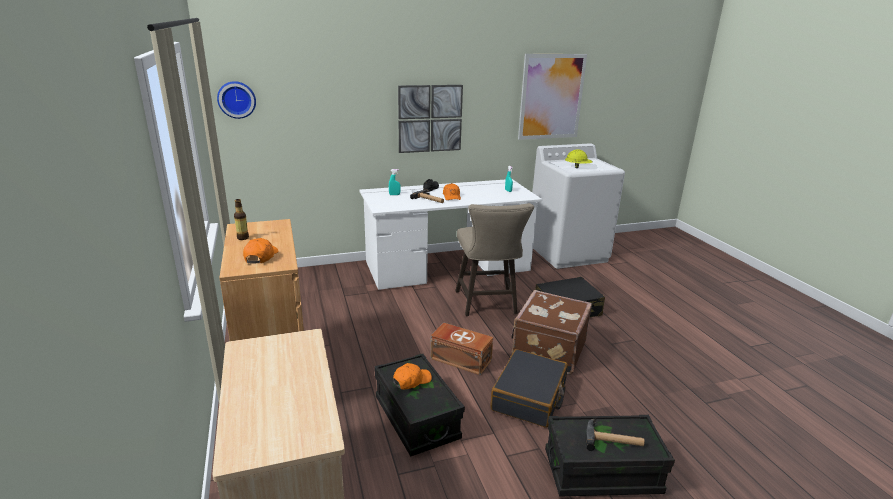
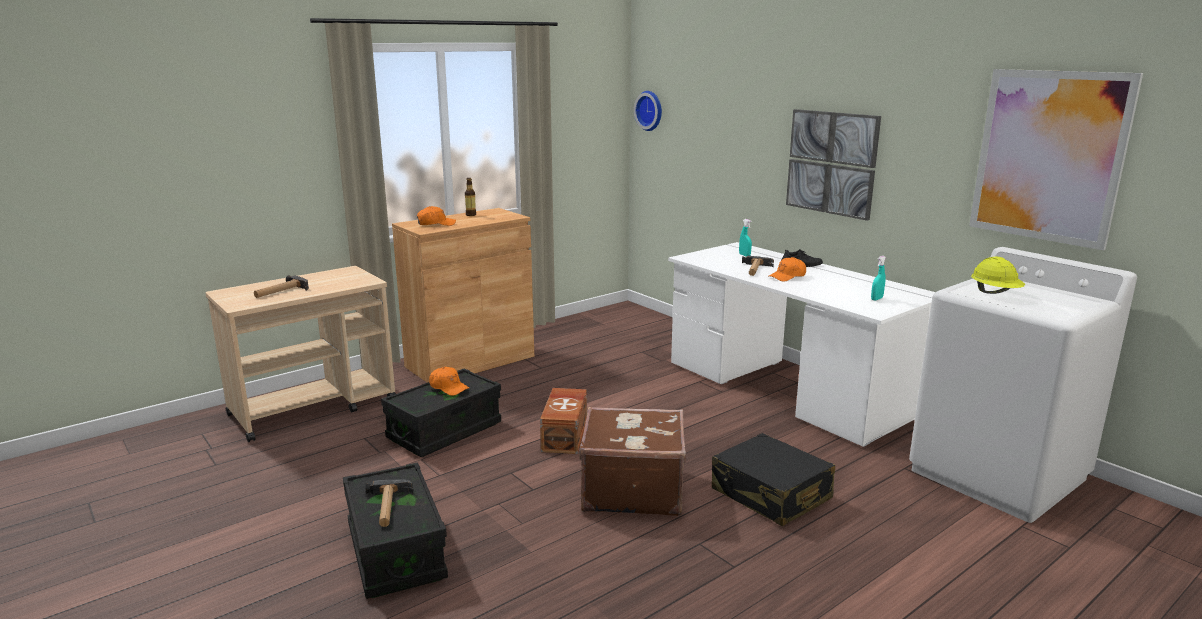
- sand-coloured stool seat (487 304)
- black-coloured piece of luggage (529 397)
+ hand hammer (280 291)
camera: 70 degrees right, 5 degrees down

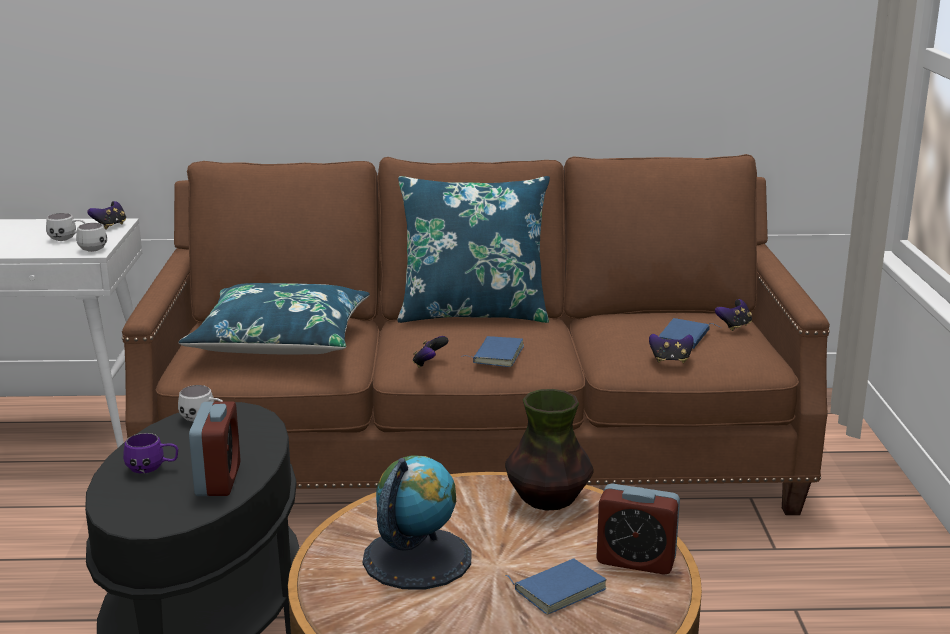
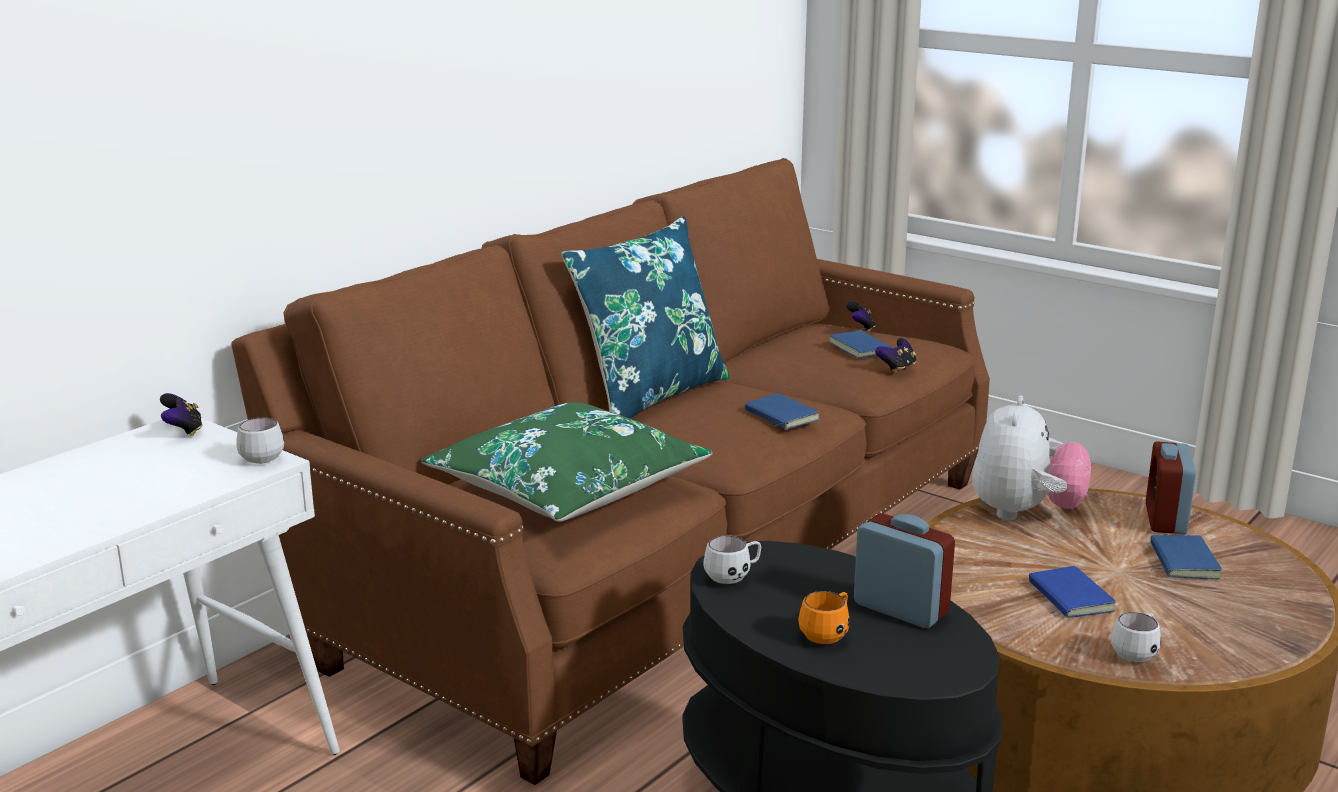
- gamepad (429 364)
~ white-coloured tea mug (67 239) to (1137 652)
~ world globe (417 558) to blue bound book (1067 597)
~ decorative vase (548 500) to cuddly toy (1024 513)
~ purple-coloured tea mug (152 469) to orange tea mug (828 634)
~ blue throw pillow (280 340) to green throw pillow (568 487)
~ bedside clock (636 561) = (1165 519) 135 degrees clockwise
camera: 50 degrees left, 0 degrees up

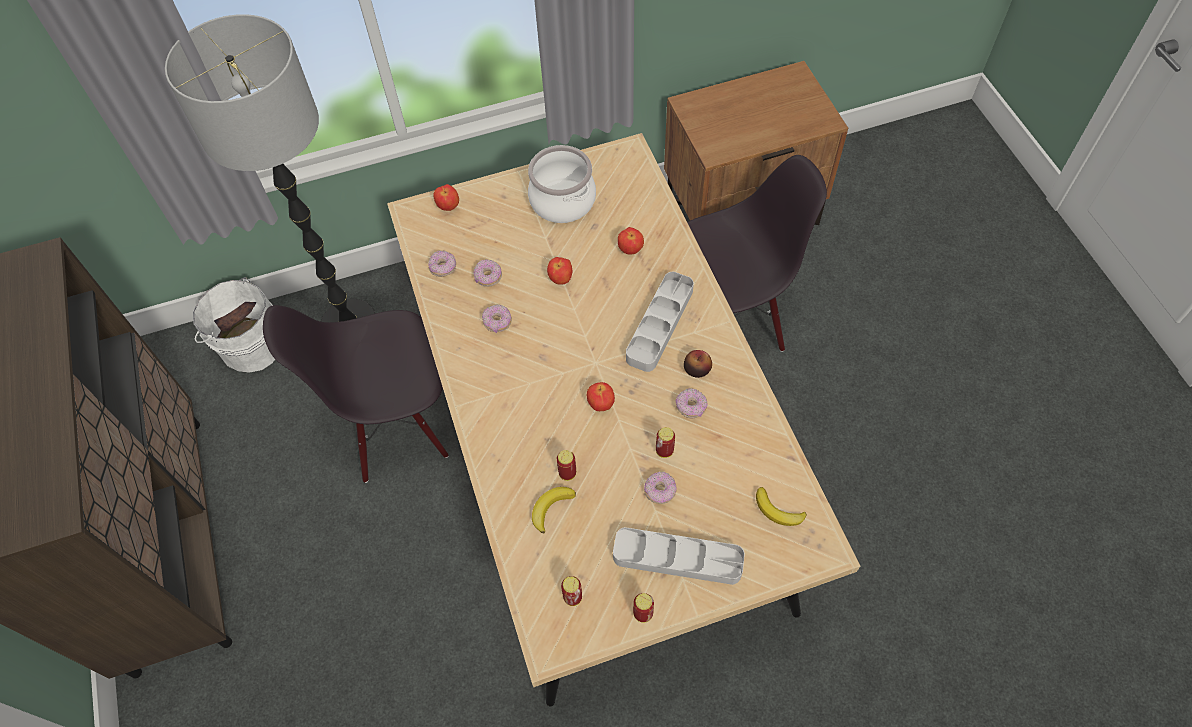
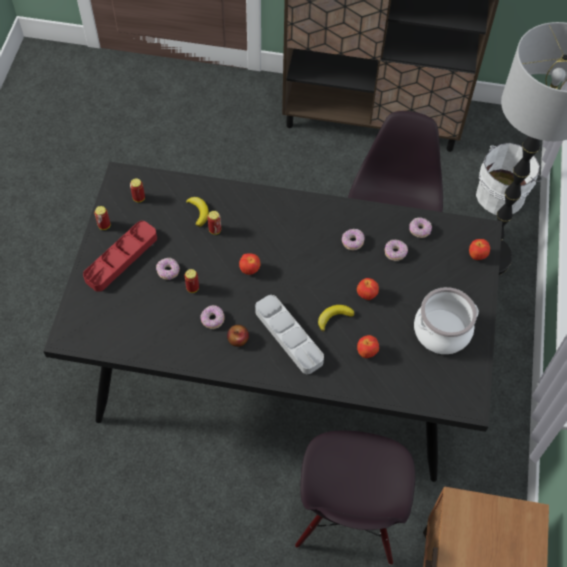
~ whole banana (778 511) to (334 317)
~ sand-coloured dinner table (603 463) to black-coloured dinner table (279 362)
~ greyish serving tray (677 558) to red-coloured serving tray (121 258)
camera: 115 degrees right, 0 degrees up

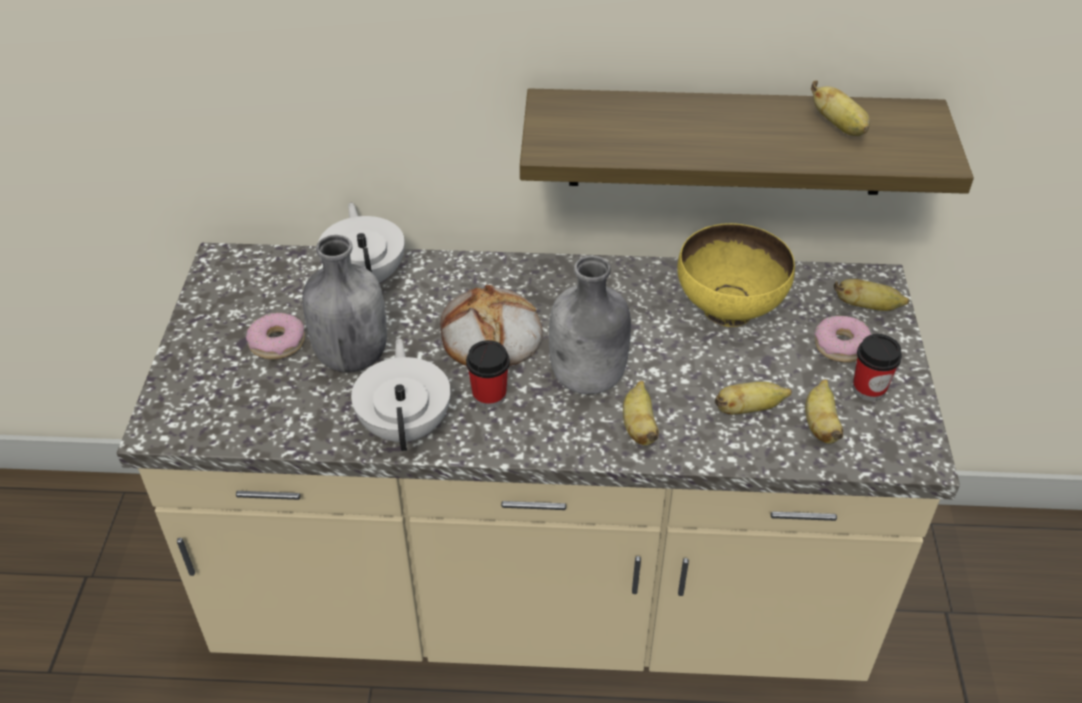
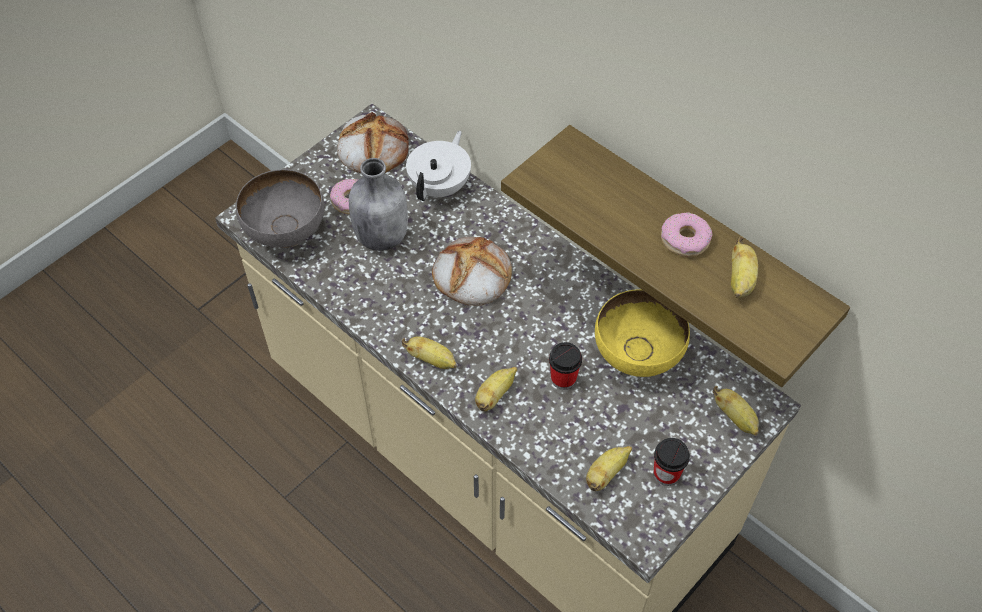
- white-coloured pot for tea (406 425)
- greyish bottle (589 378)
+ greyish serving bowl (286 234)
+ bakery bread (372 147)
~ small cup (489 395) to (563 379)
~ whole banana (748 409) to (432 360)
~ ring doughnut (841 346) to (685 240)
camera: 40 degrees right, 10 degrees up

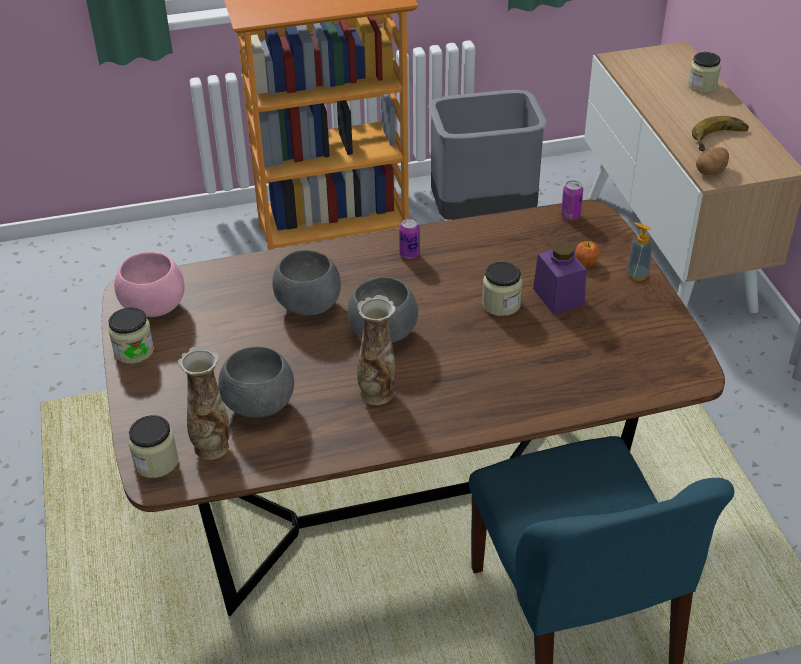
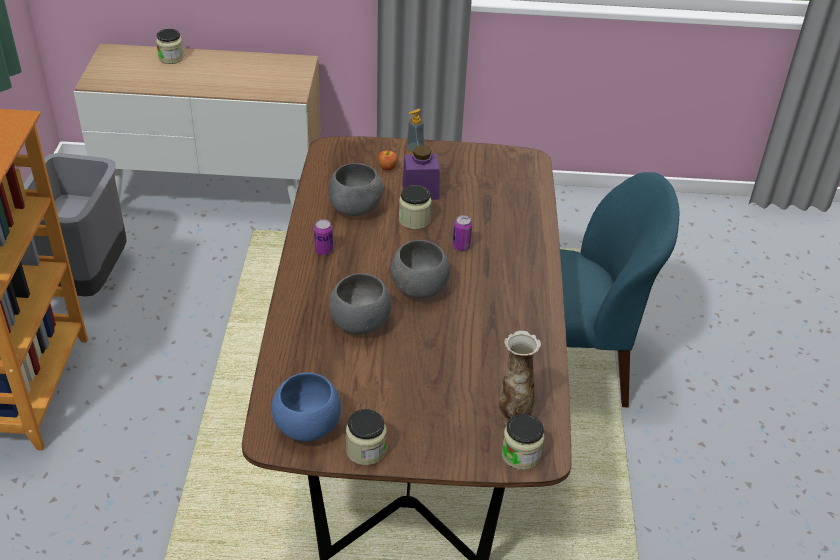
- decorative vase (377 393)
- whole banana (721 139)
- whole potato (711 171)
~ greyish serving bowl (259 406) to (356 209)
~ metal can (570 215) to (461 246)
~ pink serving bowl (154 307) to blue serving bowl (307 426)
camera: 75 degrees left, 0 degrees up

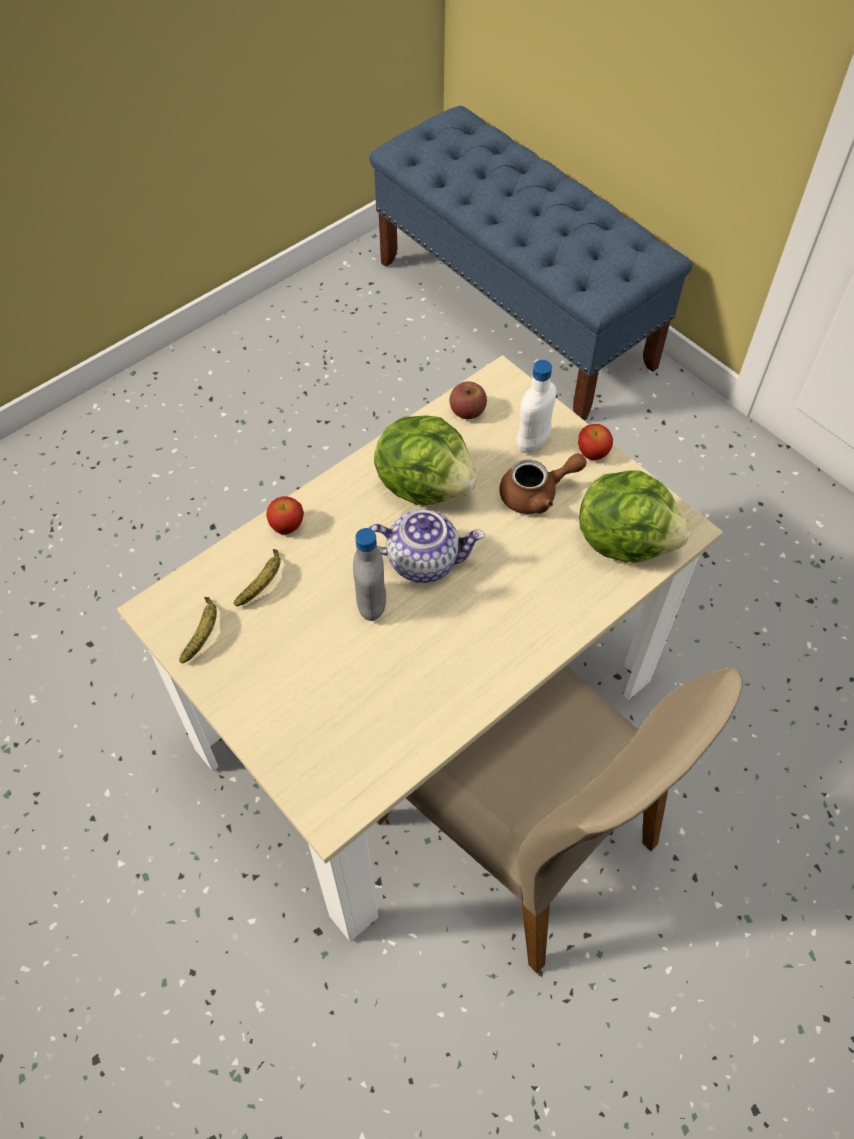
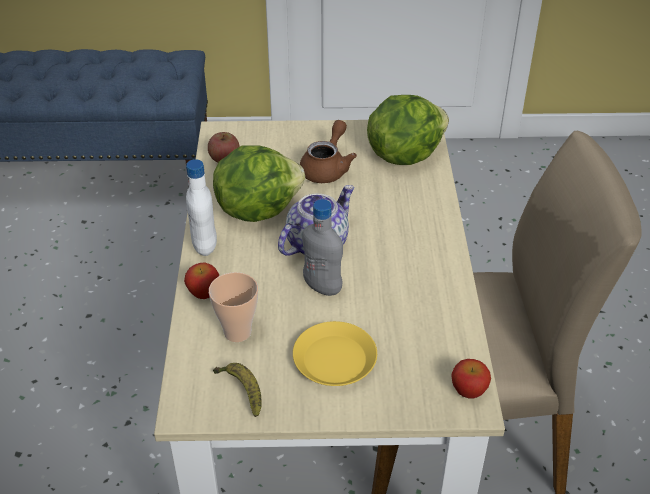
+ yellowish dinner plate (334 359)
~ white-coloured bottle (533 442) to (205 246)
~ apple fruit (592 453) to (468 390)
~ whole banana (263 582) to small cup (237 332)
camera: 50 degrees left, 15 degrees down

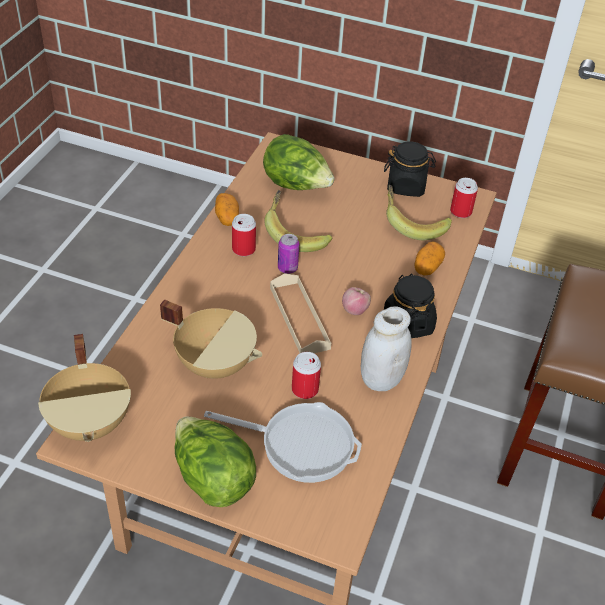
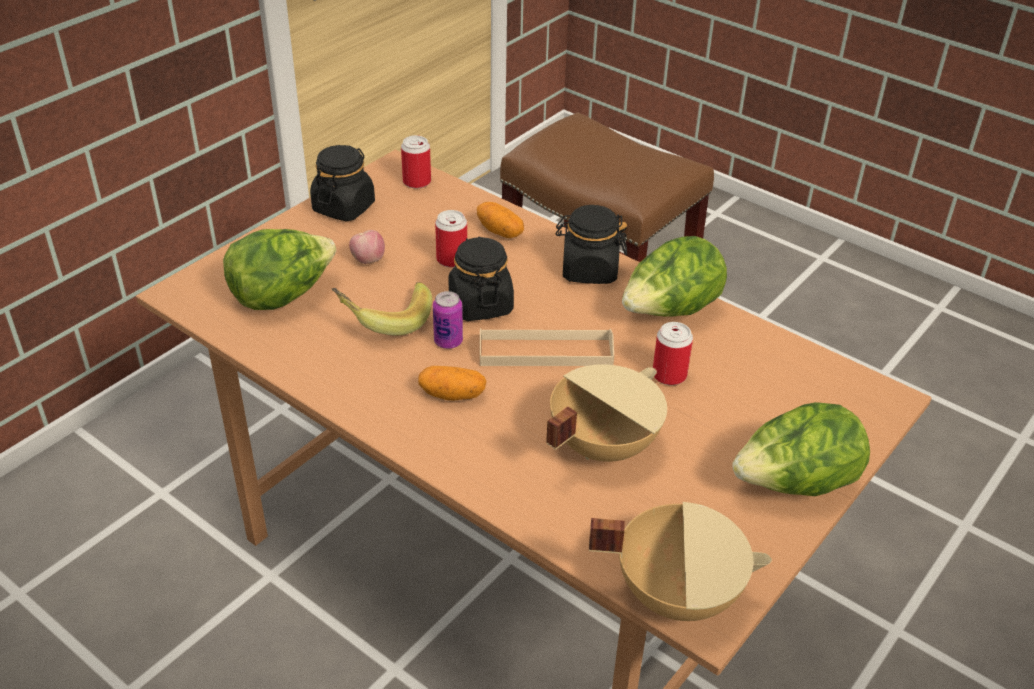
- frying pan (300 444)
- whole banana (413 224)
+ black-coloured storage jar (480 304)
~ whole potato (227 217) to (452 394)
~ metal can (243 249) to (452 259)
~ apple fruit (355 310) to (368 260)
~ white-coloured storage jar (381 379) to head of lettuce (670 312)
camera: 70 degrees left, 5 degrees down

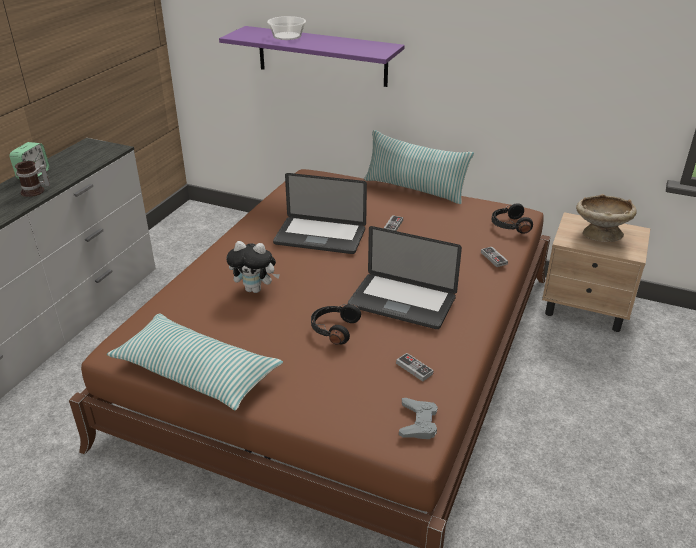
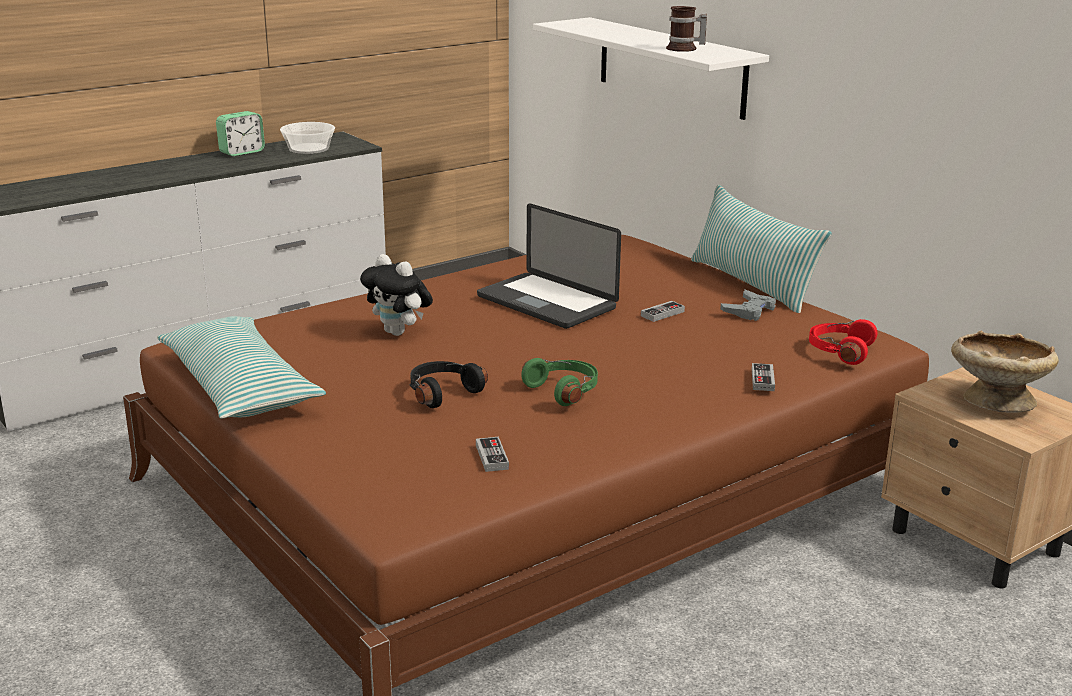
~ tea mug (35 191) to (684 49)
~ serving bowl (287 36) to (308 149)
~ greyish gamepad (418 422) to (749 311)
~ laptop (402 302) to green headset (564 390)
~ purple-coloured shelf (322 56) to white-coloured shelf (671 67)
~ black-coloured headset (509 225) to red-coloured headset (839 351)
camera: 30 degrees right, 10 degrees down

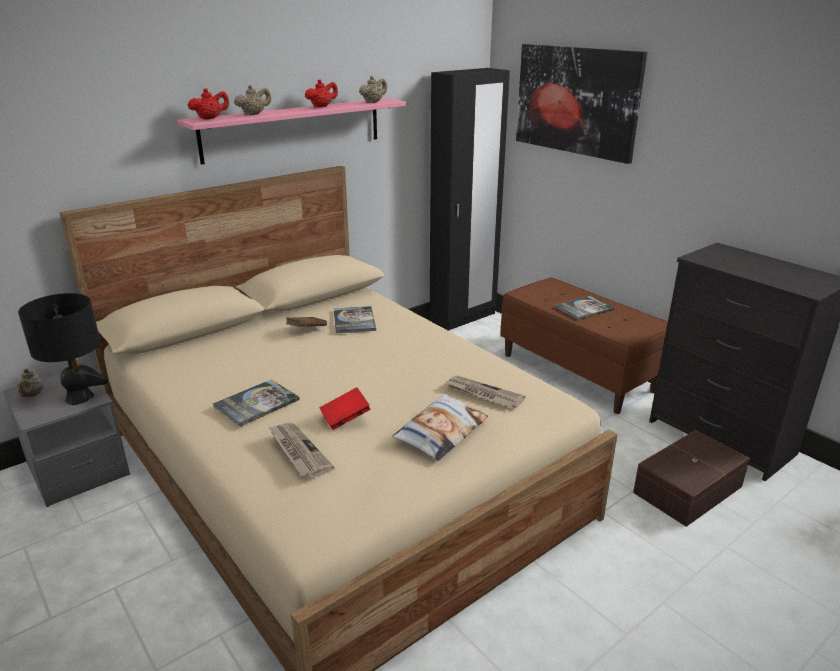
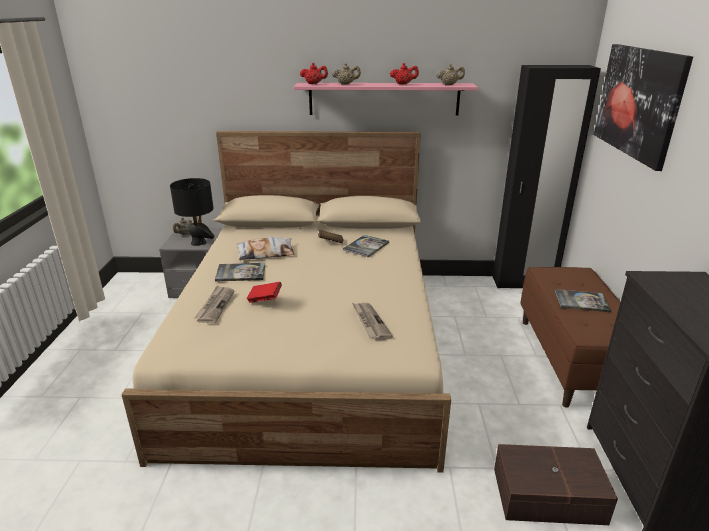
~ throw pillow (441 432) to (266 253)
camera: 40 degrees right, 0 degrees up

